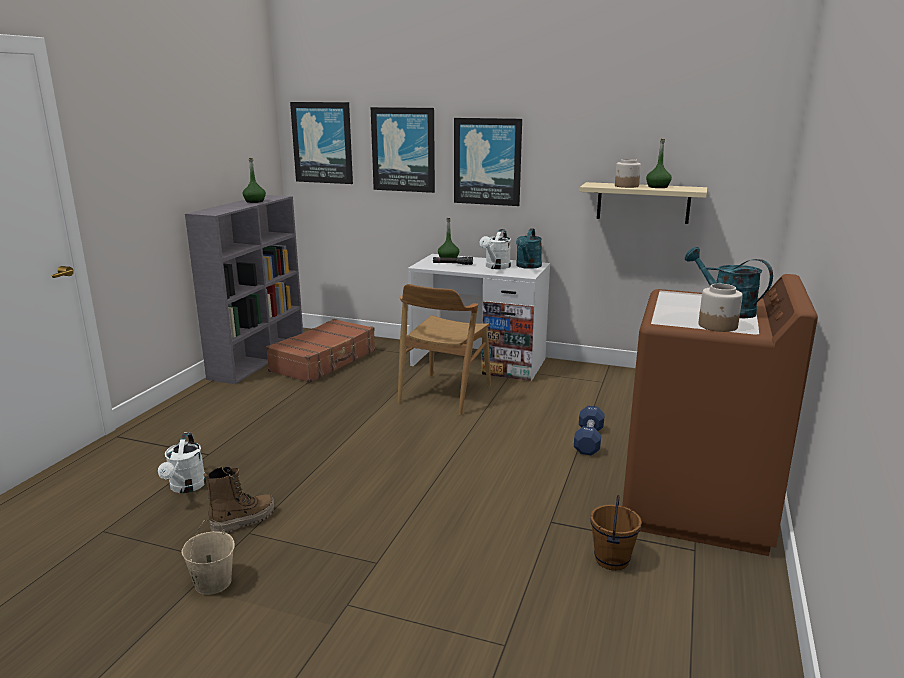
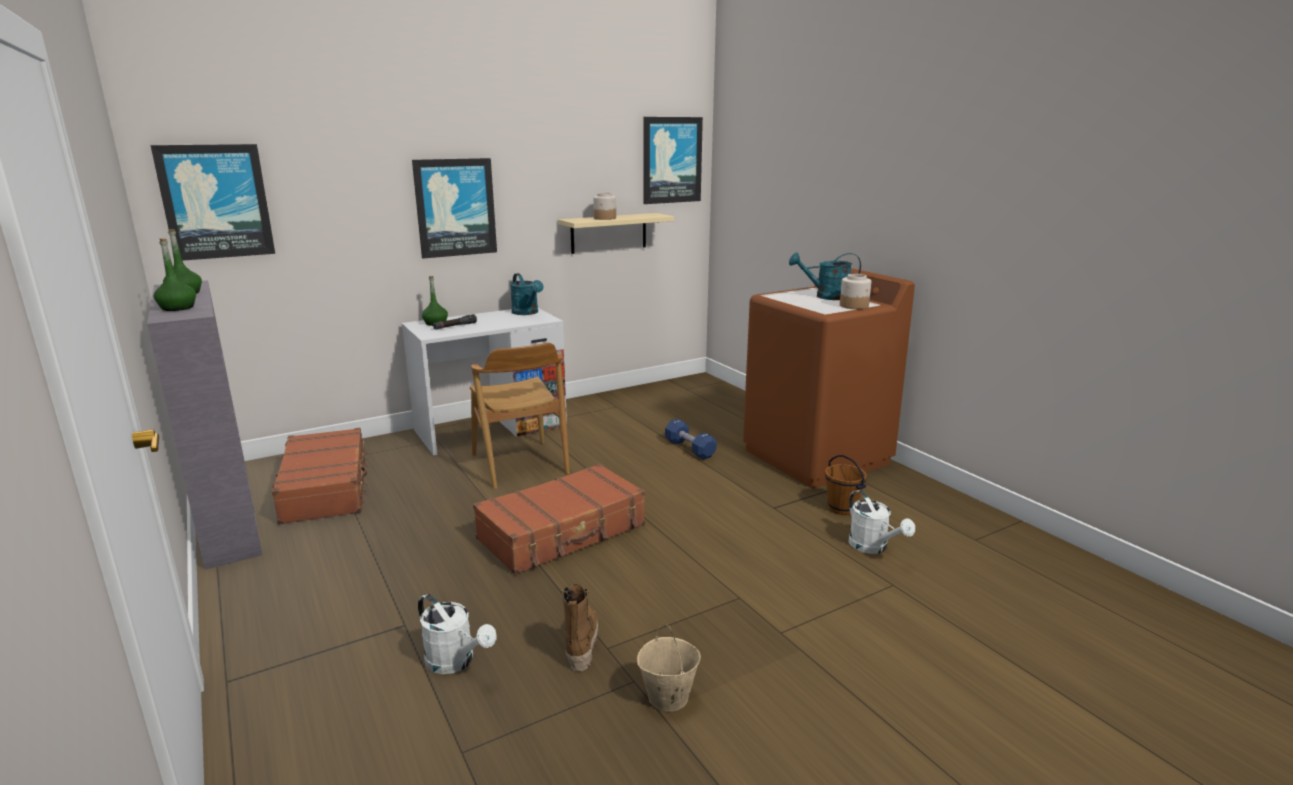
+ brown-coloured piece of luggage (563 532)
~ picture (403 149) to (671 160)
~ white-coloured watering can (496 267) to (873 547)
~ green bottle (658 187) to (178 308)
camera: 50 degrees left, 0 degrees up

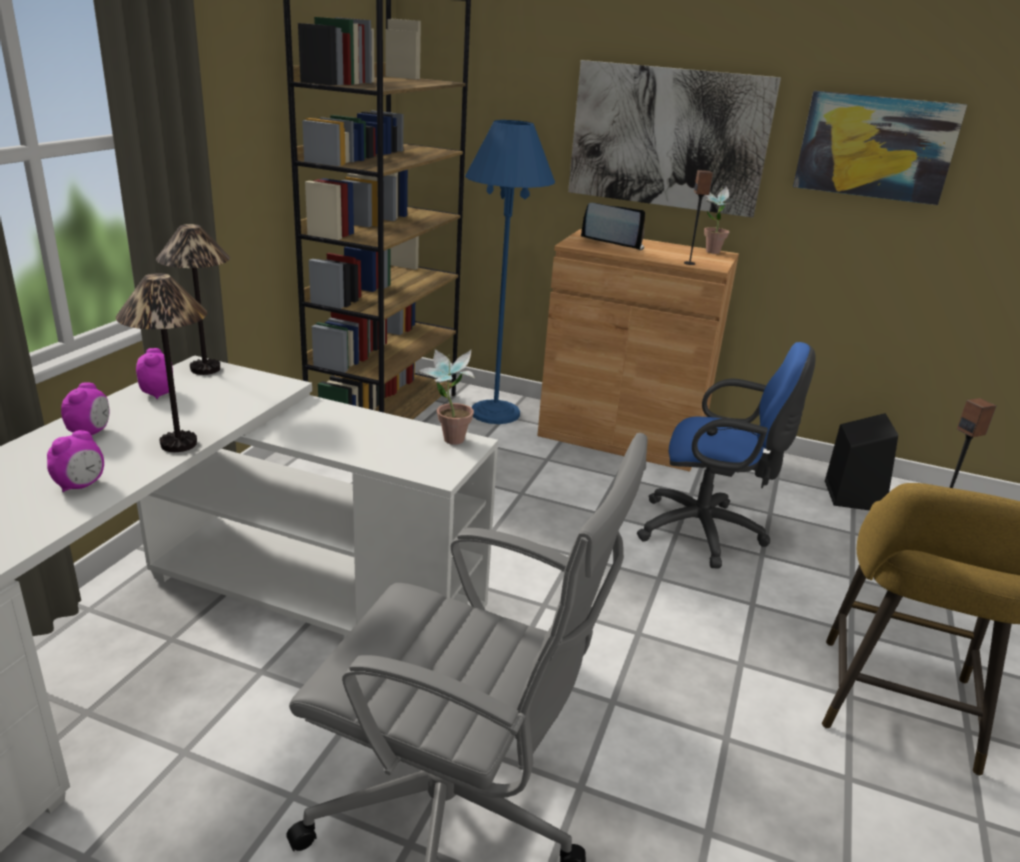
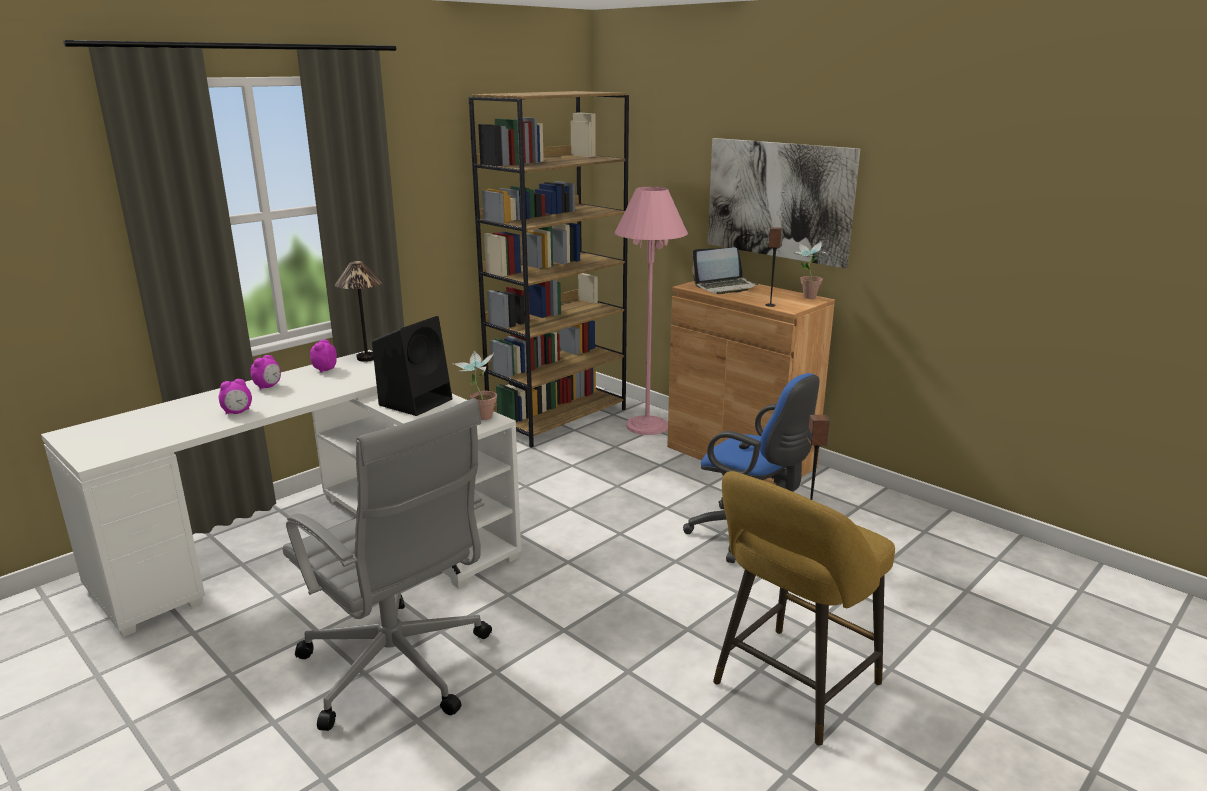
- lamp for a table (179 444)
- picture (875 147)
~ black-coloured loudspeaker (853 495) to (416 401)
~ blue standard lamp (495 413) to pink standard lamp (647 426)
~ laptop (612 243) = (725 287) 120 degrees clockwise
camera: 25 degrees right, 5 degrees down

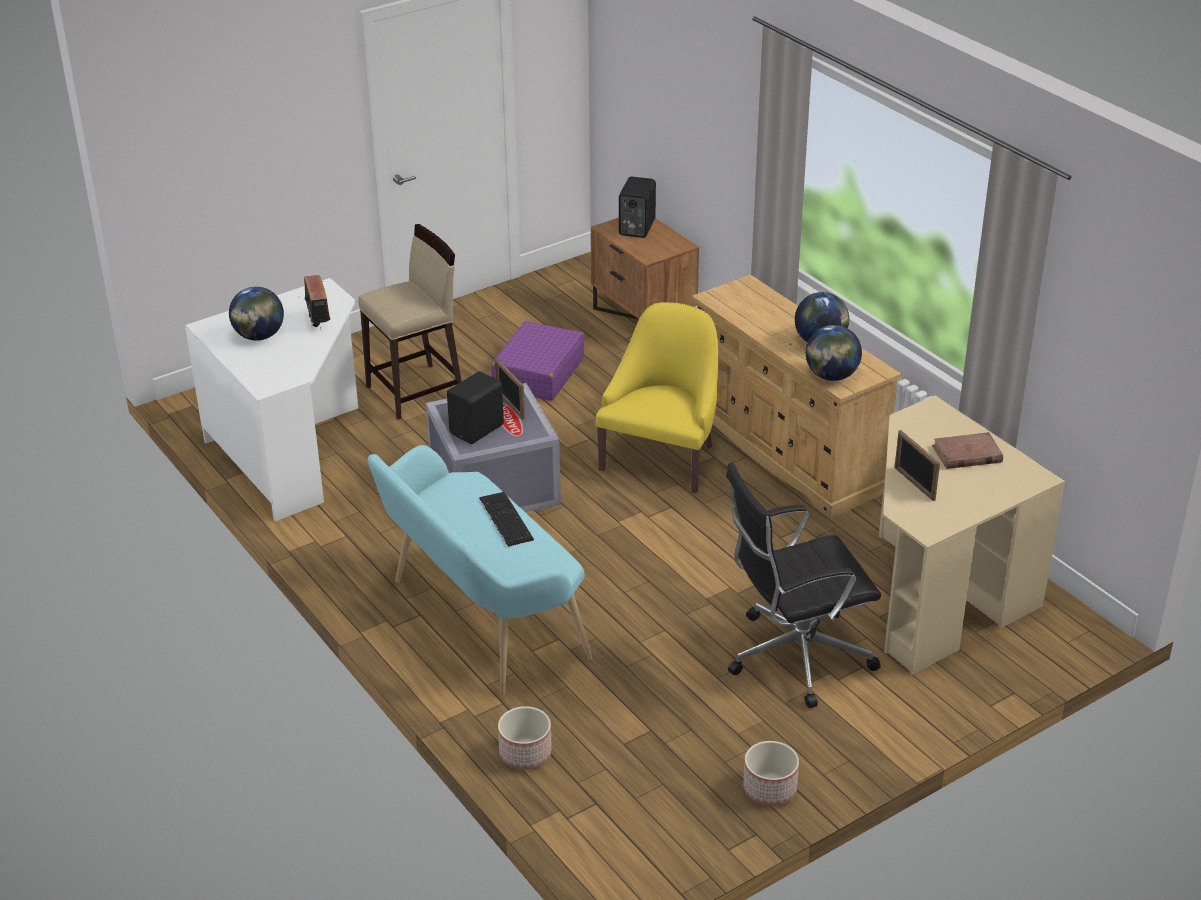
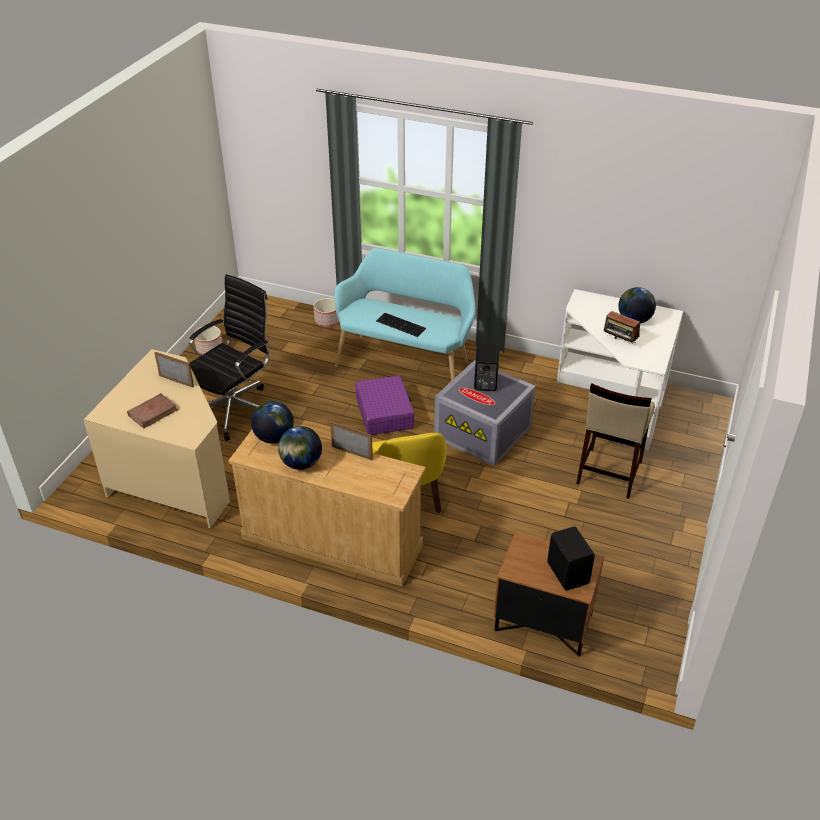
~ purple-coloured piece of luggage (538 373) to (384 413)
~ photo frame (510 405) to (352 452)
camera: 145 degrees right, 5 degrees up

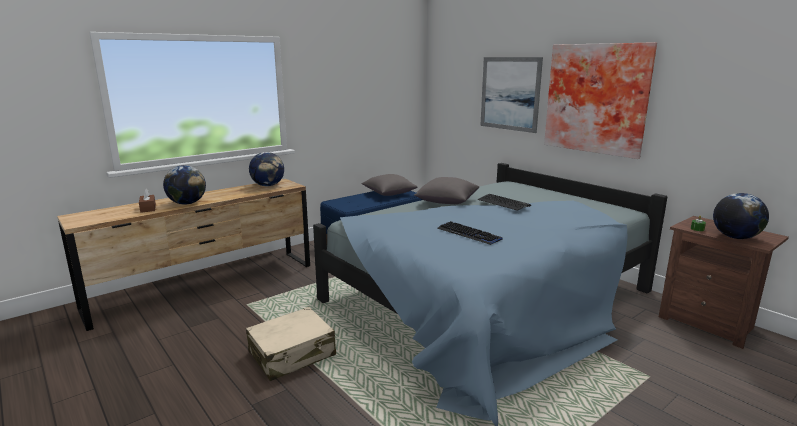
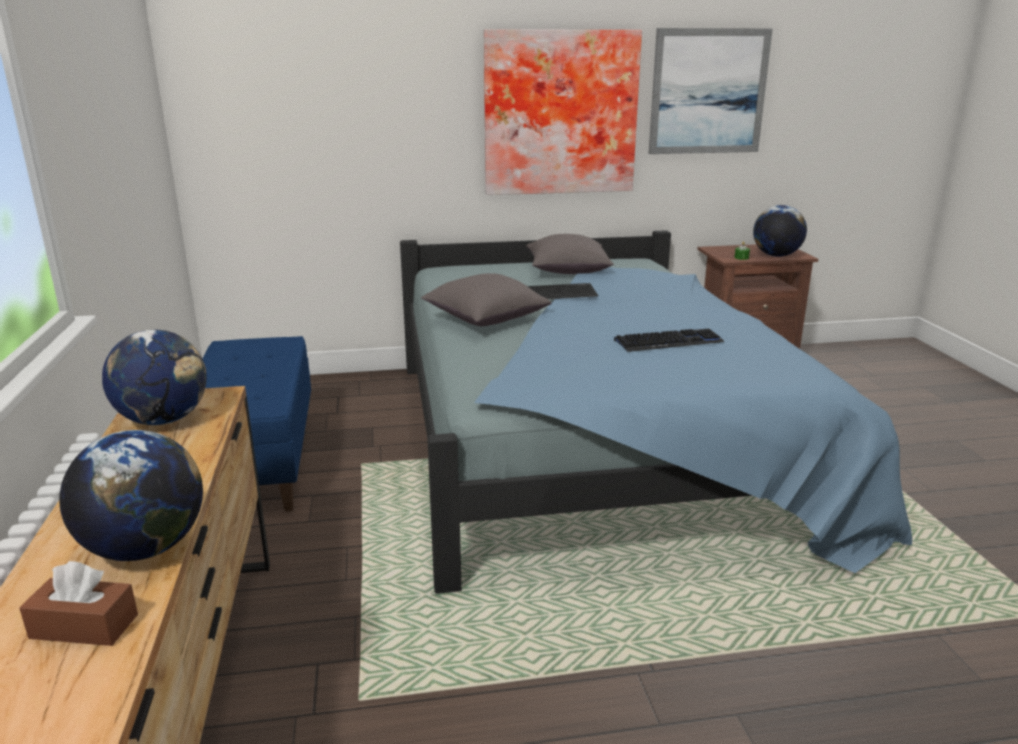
- sand-coloured piece of luggage (292 354)
~ greyish throw pillow (389 194) to (567 271)
~ picture (510 93) to (708 92)
camera: 60 degrees left, 5 degrees up

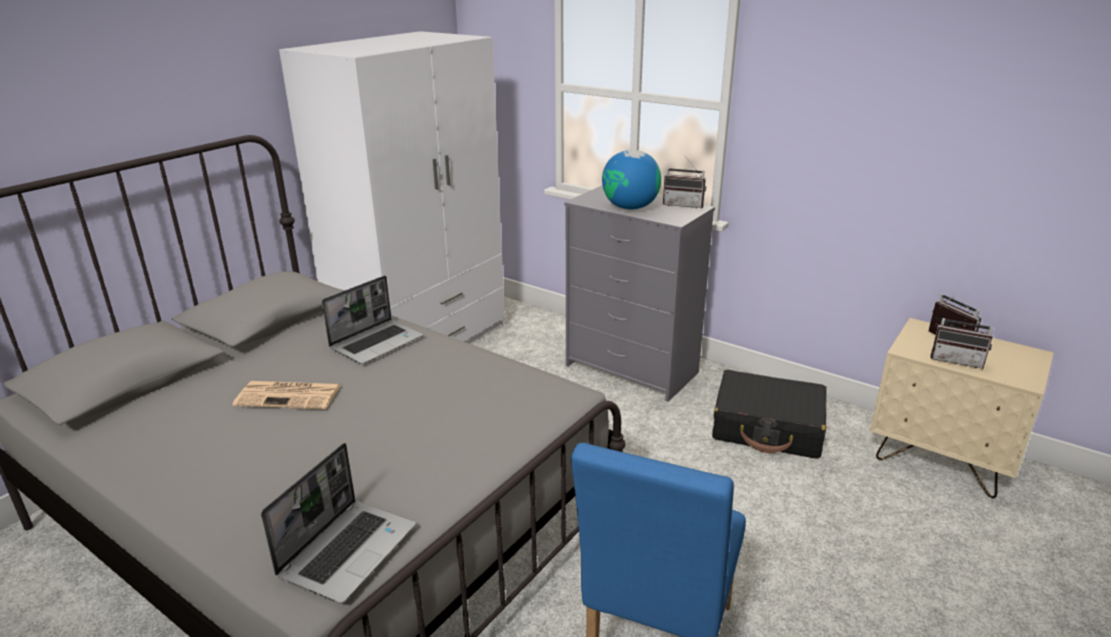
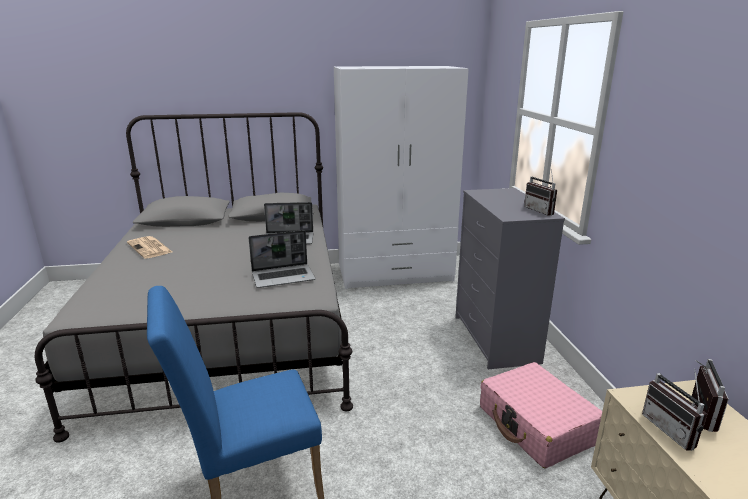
- world globe (630 207)
~ daily paper (290 395) to (150 248)
~ laptop (348 550) to (284 277)
~ black-coloured piece of luggage (768 428) to pink piece of luggage (537 425)
camera: 45 degrees right, 5 degrees down

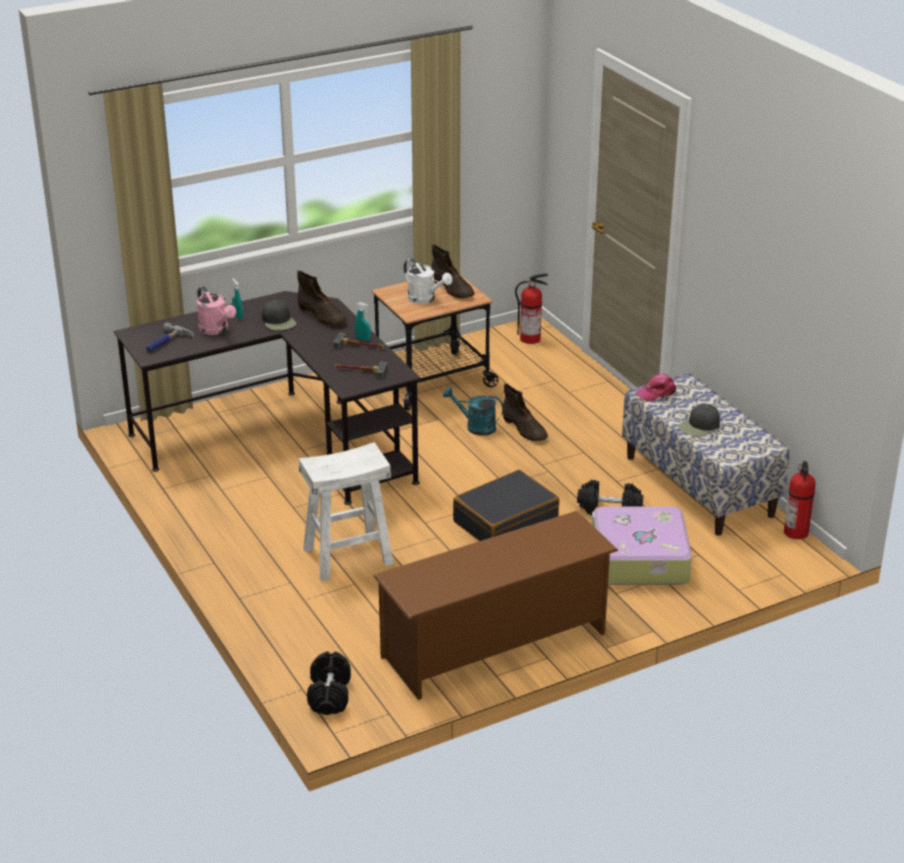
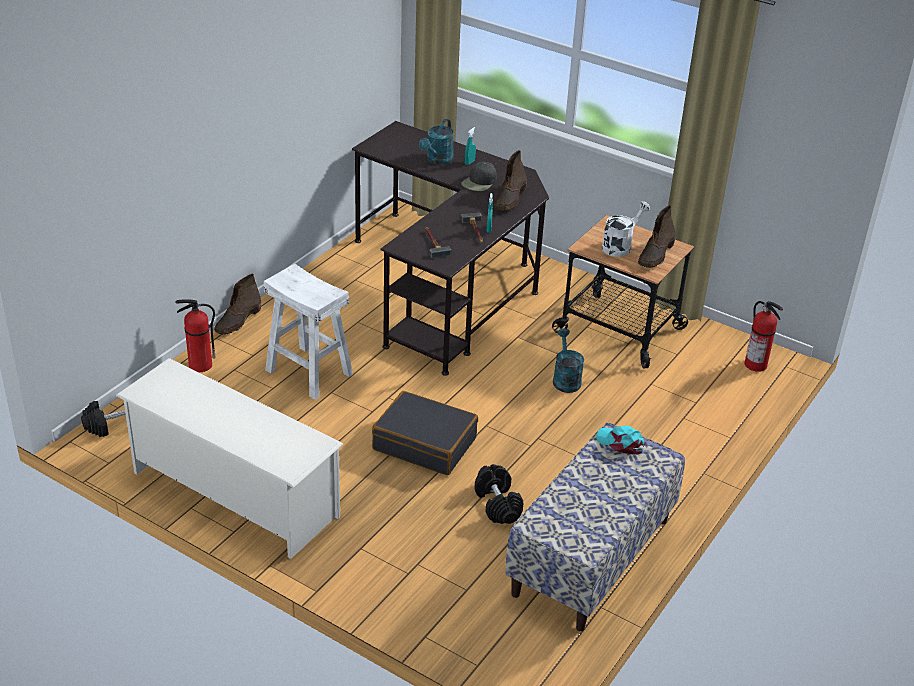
- hand hammer (167 343)
- piece of luggage (638 559)
- black-coloured cap (699 426)
~ brown-coloured boot (525 429) to (238 321)
~ fire extinguisher (796 532) to (199 365)
~ pink watering can (216 330) to blue-green watering can (437 160)
~ brown-coloured shoe rack (495 645) to white-coloured shoe rack (233 494)
~ pink cap (657 392) to blue-green cap (621 443)
~ white-coloured watering can (425 299) = (620 246) 150 degrees counterclockwise
camera: 60 degrees right, 5 degrees up

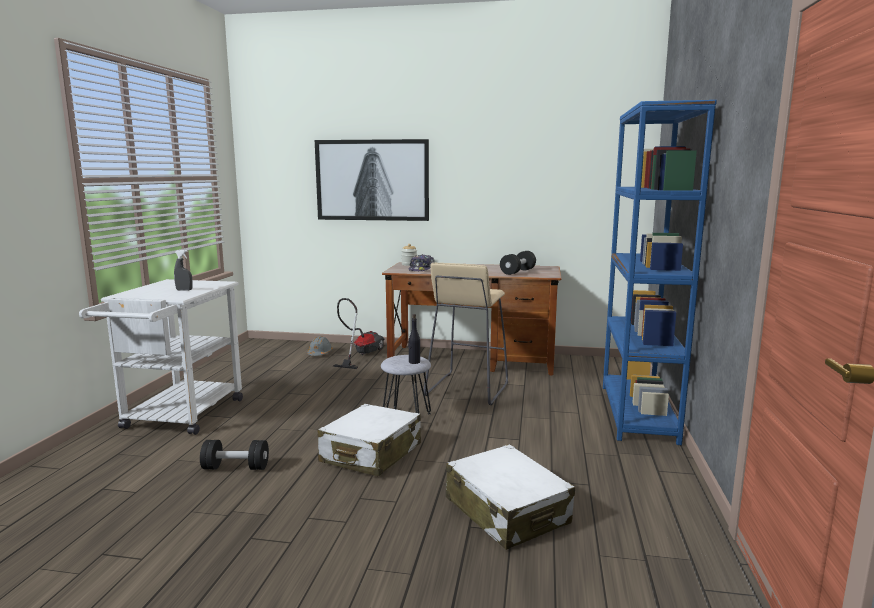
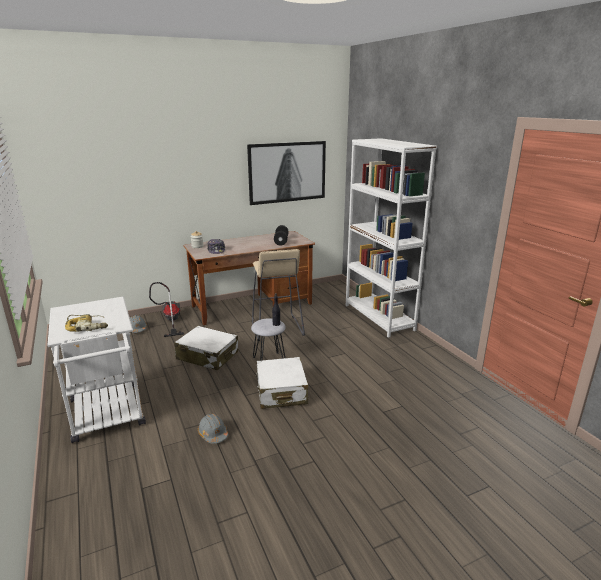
- greyish spray bottle (184 290)
+ electric drill (87 326)
~ picture (372 180) to (287 172)
~ white-coloured piece of luggage (507 511) to (207 356)
~ black-coloured hand weight (236 467) to greyish safety helmet (213 434)
~ blue bookshelf (637 413) to white-coloured bookshelf (379 317)
camera: 35 degrees left, 10 degrees up

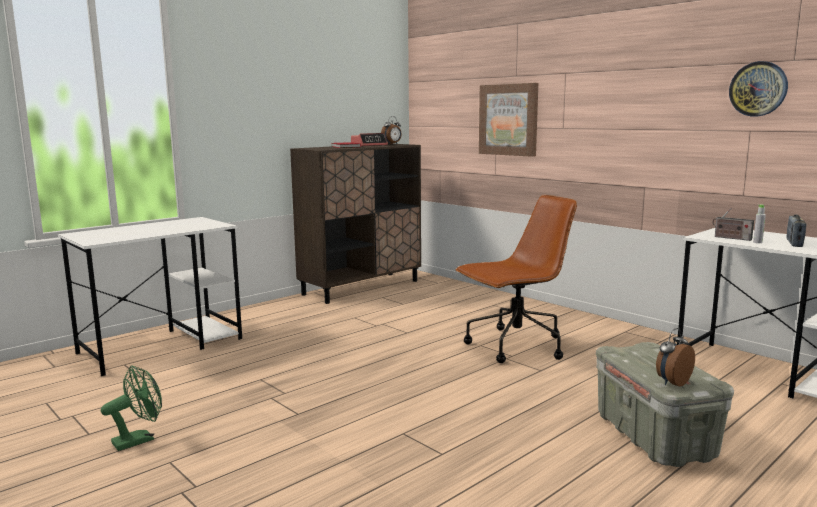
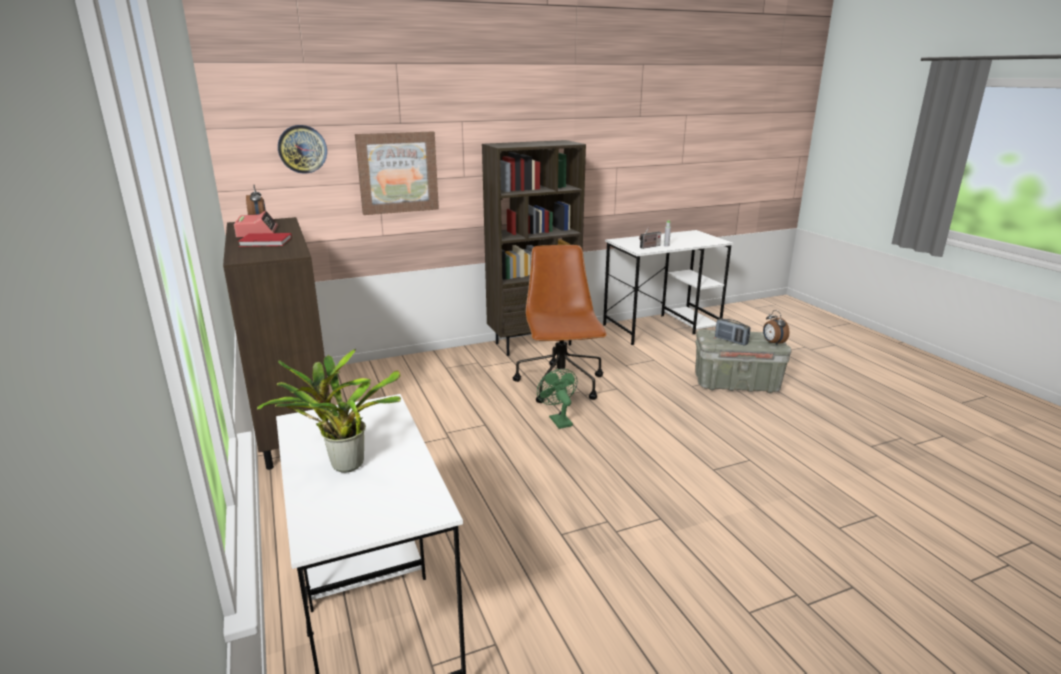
+ potted plant (343 464)
+ brown-coloured bookshelf (533 343)
~ green electric fan (139 439) to (558 420)
~ clock on the wall (758 89) to (302 149)
~ radio receiver (794 243) to (731 341)
camera: 70 degrees left, 10 degrees up

